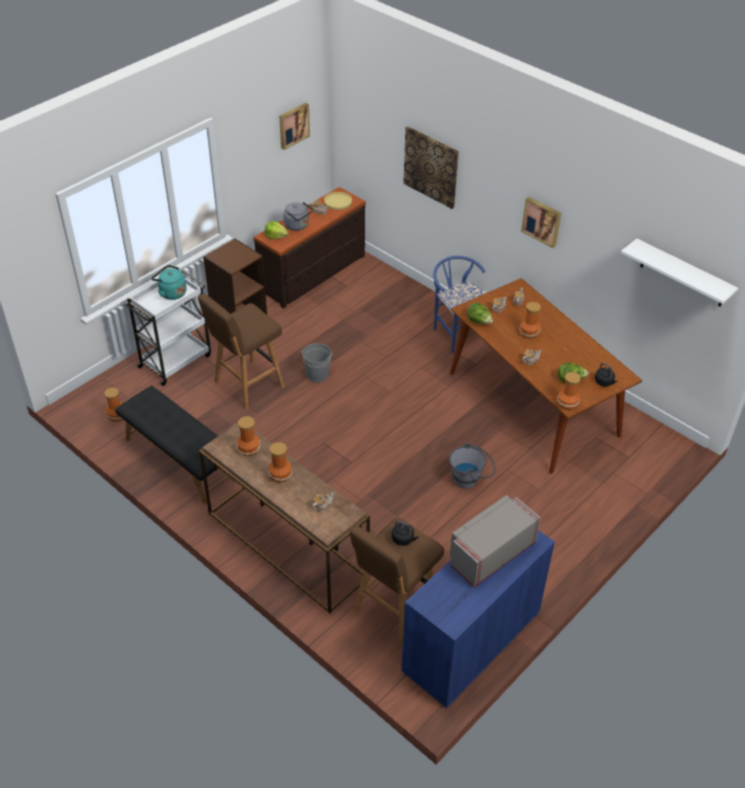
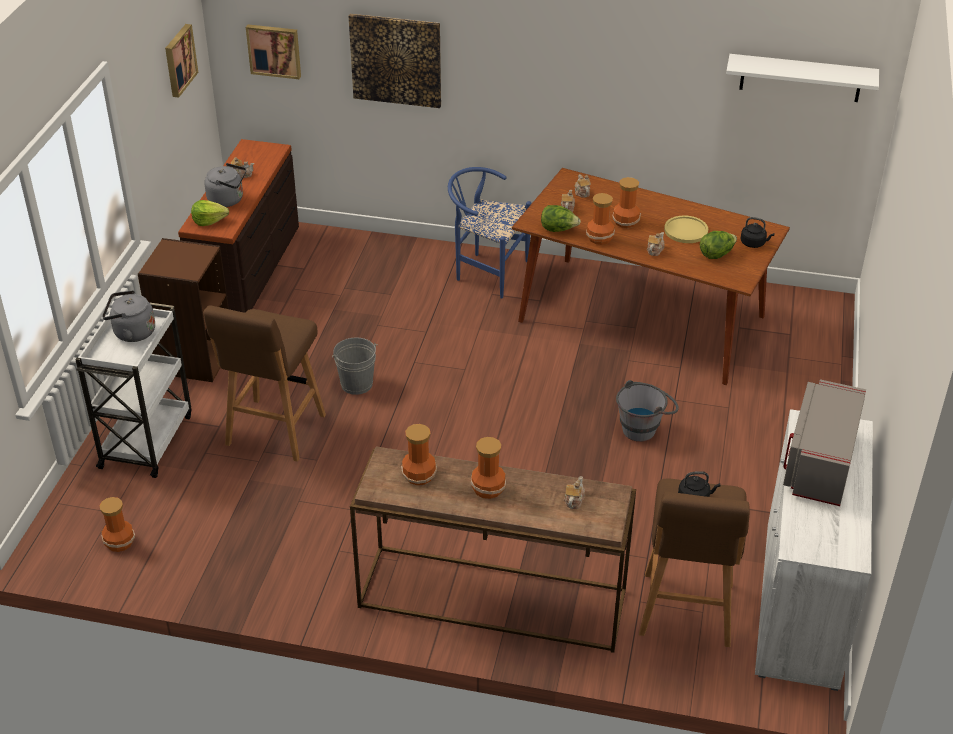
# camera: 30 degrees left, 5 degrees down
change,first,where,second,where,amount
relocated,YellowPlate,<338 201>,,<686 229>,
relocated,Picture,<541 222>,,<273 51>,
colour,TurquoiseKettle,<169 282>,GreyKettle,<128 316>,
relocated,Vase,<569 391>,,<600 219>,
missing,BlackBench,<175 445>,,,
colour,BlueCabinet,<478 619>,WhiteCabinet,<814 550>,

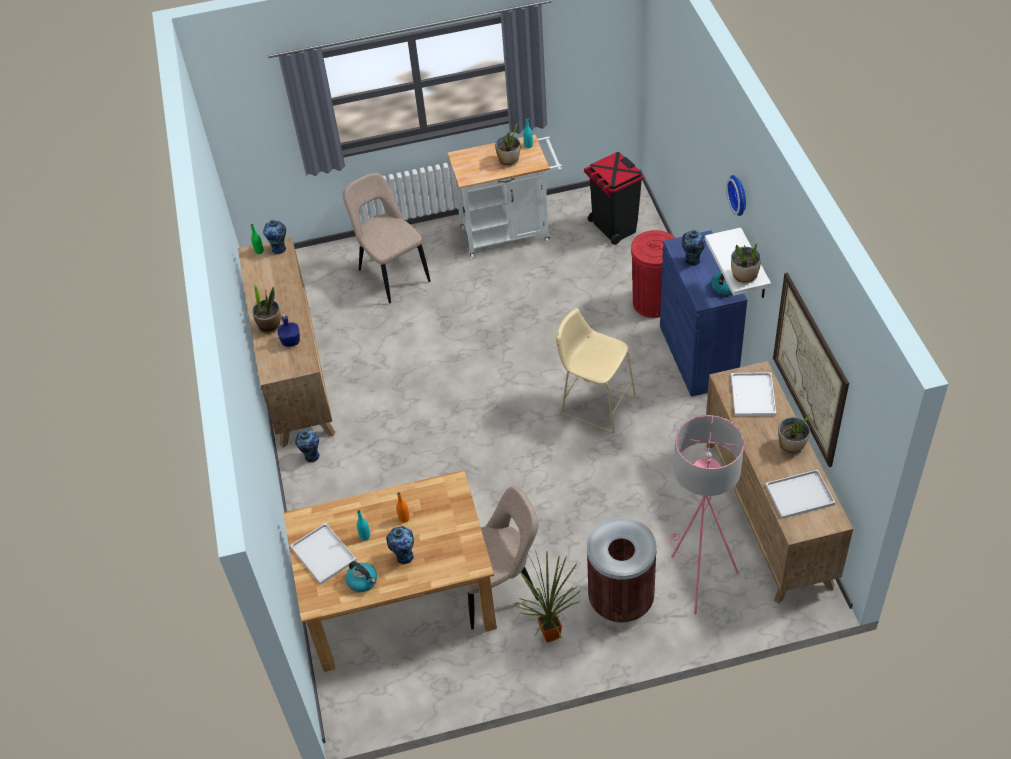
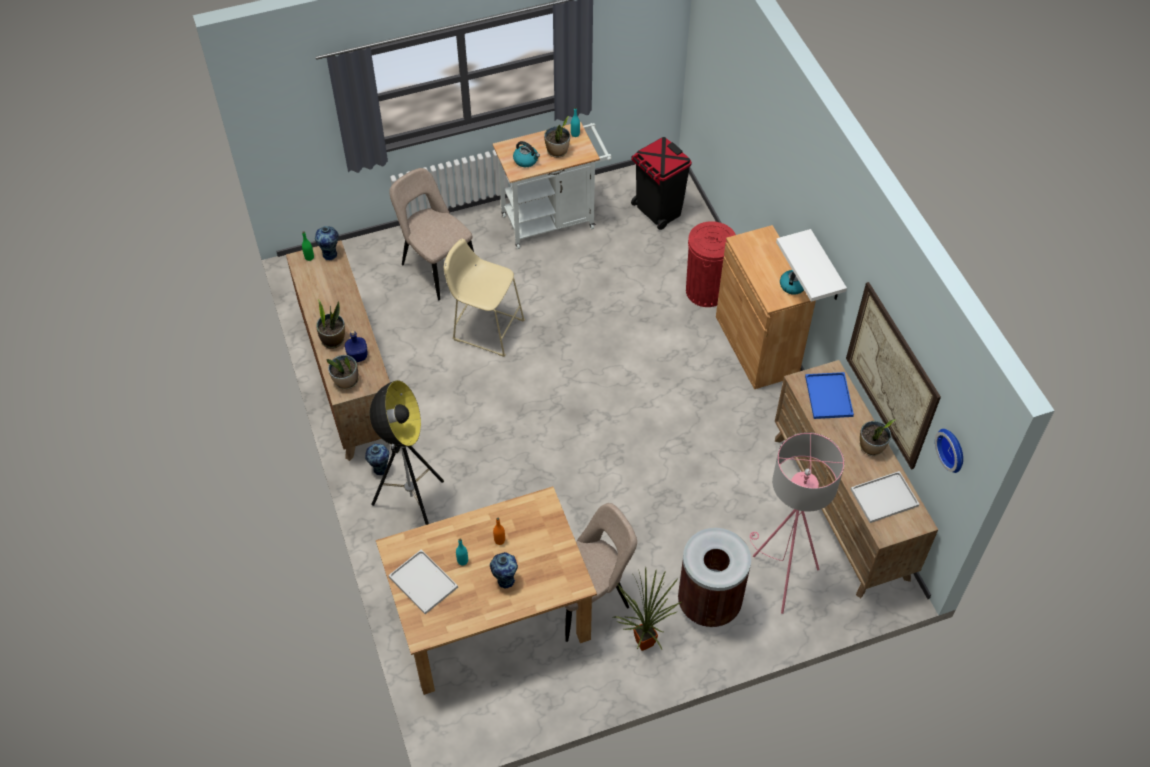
# camera: 10 degrees left, 5 degrees up
change,first,where,second,where,amount
relocated,WallClock,<736 195>,,<949 451>,
colour,BlueCabinet,<703 313>,BrownCabinet,<766 307>,
missing,Vase,<693 248>,,,
relocated,PottedPlant,<746 263>,,<342 372>,
relocated,BeigeStool,<596 371>,,<484 297>,
colour,WhiteTray,<753 394>,BlueTray,<829 395>,
relocated,Kettle,<361 576>,,<526 154>,
appeared,,,FloorLamp,<407 452>,

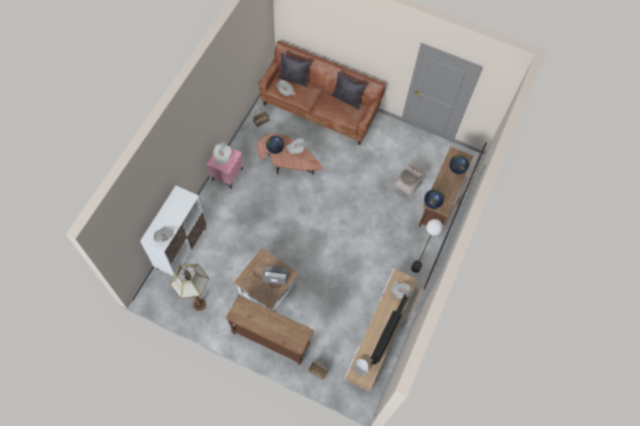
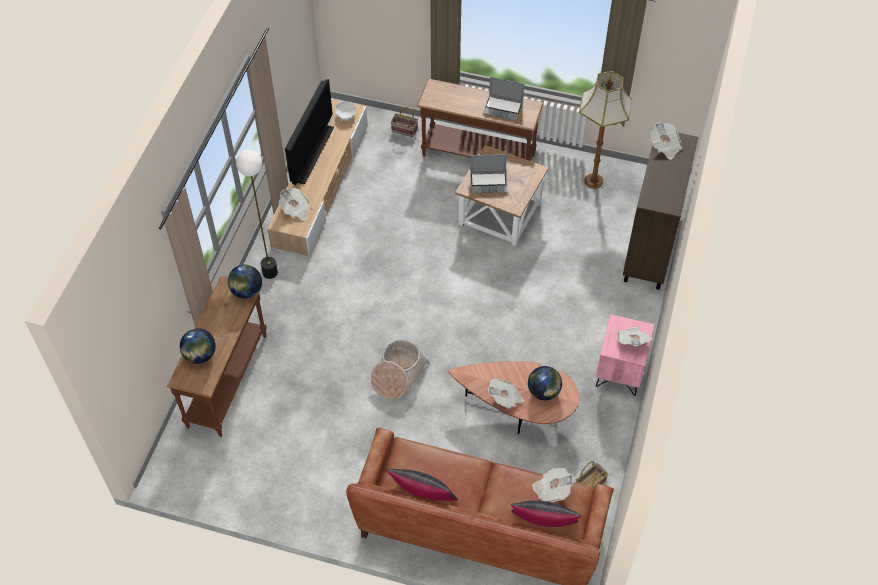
# camera: 175 degrees right, 10 degrees down
change,first,where,second,where,amount
relocated,Basket,<409 181>,,<400 369>,
colour,WhiteCabinet,<173 231>,BrownCabinet,<660 211>,
appeared,,,Laptop,<503 99>,

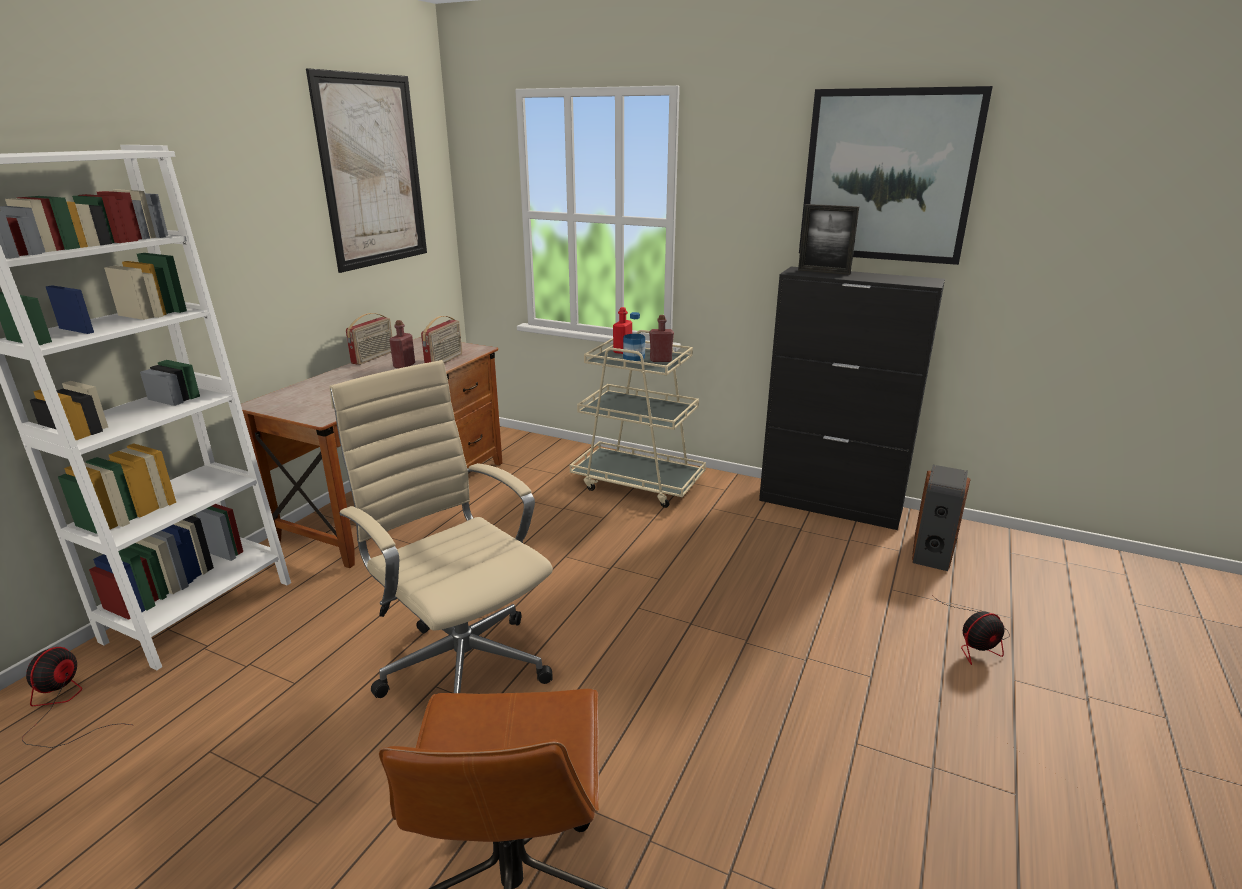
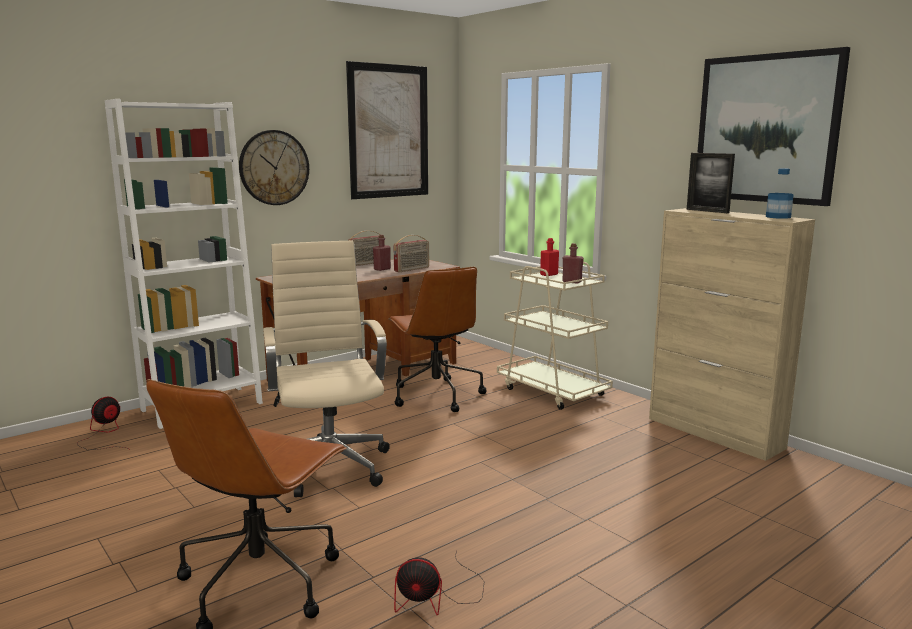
# camera: 25 degrees right, 10 degrees down
change,first,where,second,where,amount
colour,BlackCabinet,<852 398>,BeigeCabinet,<732 334>,
relocated,Bottle,<634 336>,,<780 193>,
missing,Speaker,<941 518>,,,
relocated,Fan,<971 630>,,<439 582>,
appeared,,,WallClock,<274 167>,
appeared,,,BrownOfficeChair,<437 339>,

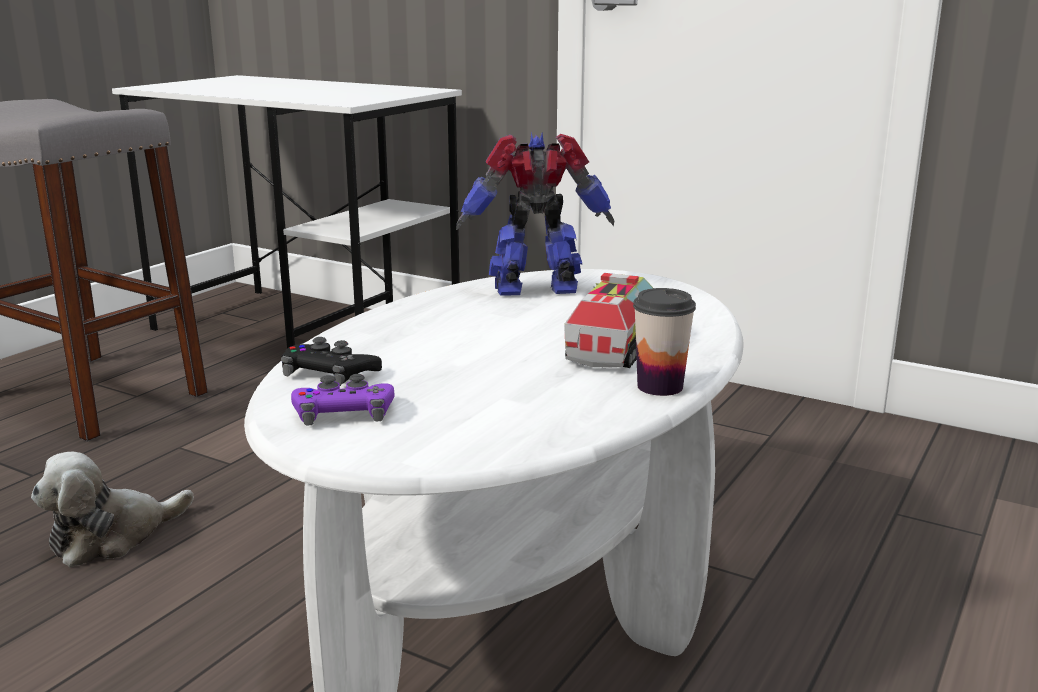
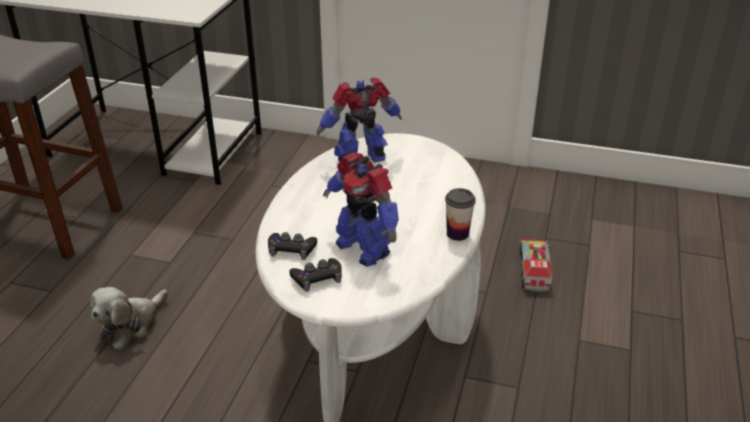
# camera: 15 degrees left, 15 degrees up
change,first,where,second,where,amount
relocated,ToyTruck,<608 320>,,<536 265>,
colour,PurpleGameController,<343 399>,BlackGameController,<315 275>,
appeared,,,ToyRobot,<361 209>,

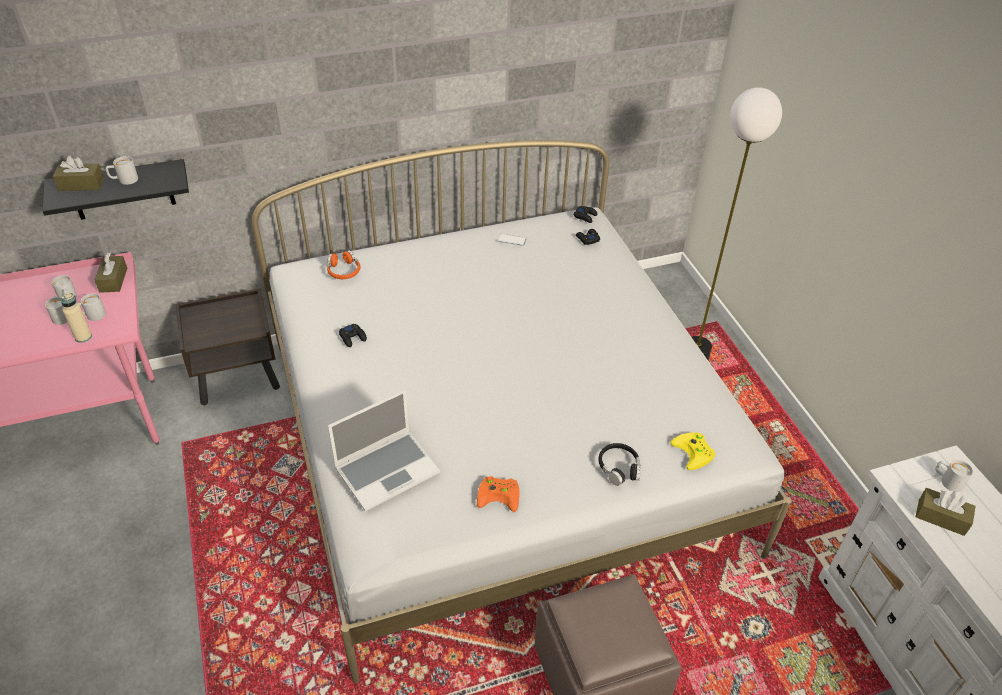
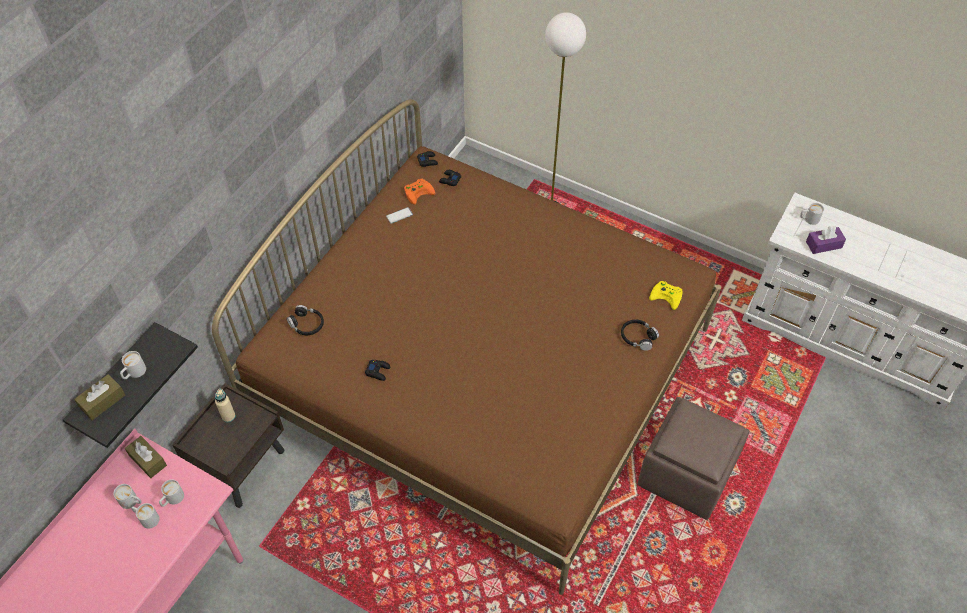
# camera: 40 degrees left, 10 degrees up
change,first,where,second,where,amount
colour,WhiteBed,<522 412>,BrownBed,<466 347>,
colour,OrangeHeadphones,<344 264>,BlackHeadphones,<305 320>,
relocated,BeigeBottle,<76 318>,,<225 405>,
missing,Laptop,<384 451>,,,
relocated,OrangeGameController,<498 494>,,<419 192>,
colour,BrownTissueBox,<945 512>,PurpleTissueBox,<826 240>,

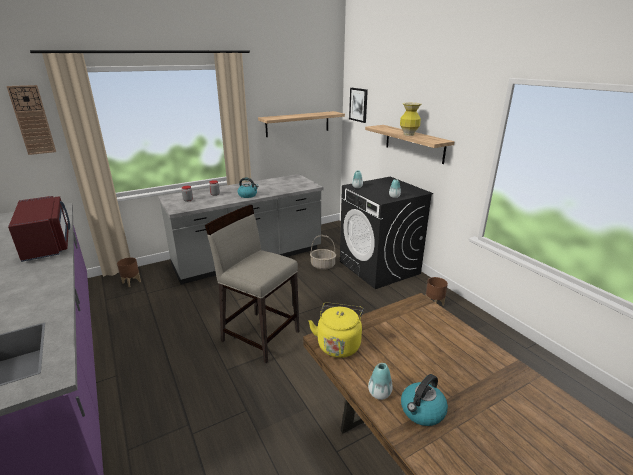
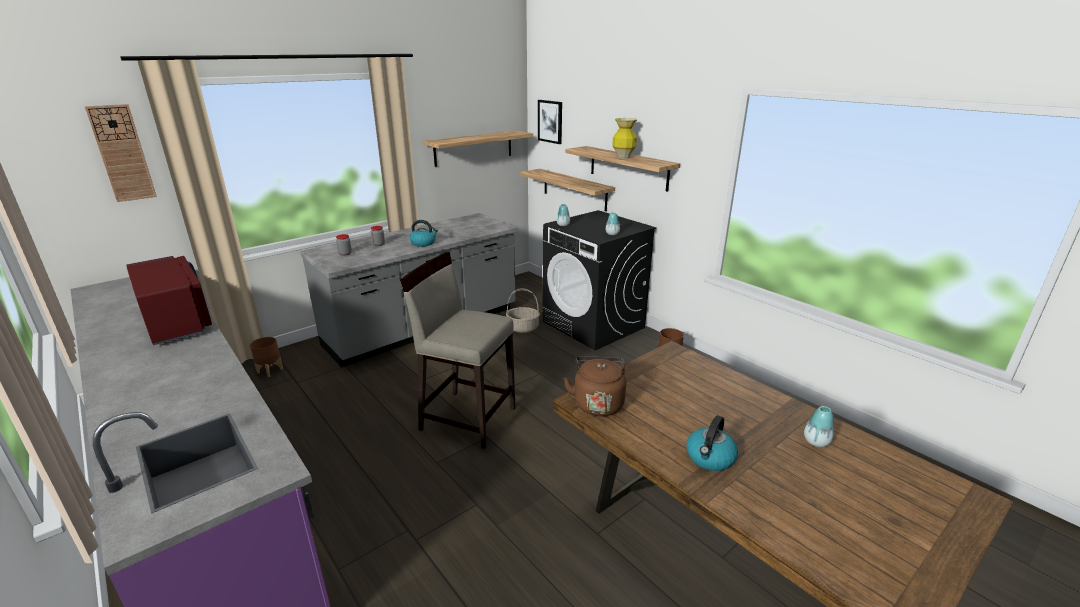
# camera: 10 degrees left, 0 degrees up
change,first,where,second,where,amount
colour,YellowKettle,<336 330>,BrownKettle,<594 386>,
relocated,Vase,<380 381>,,<819 426>,
appeared,,,Shelf,<567 190>,

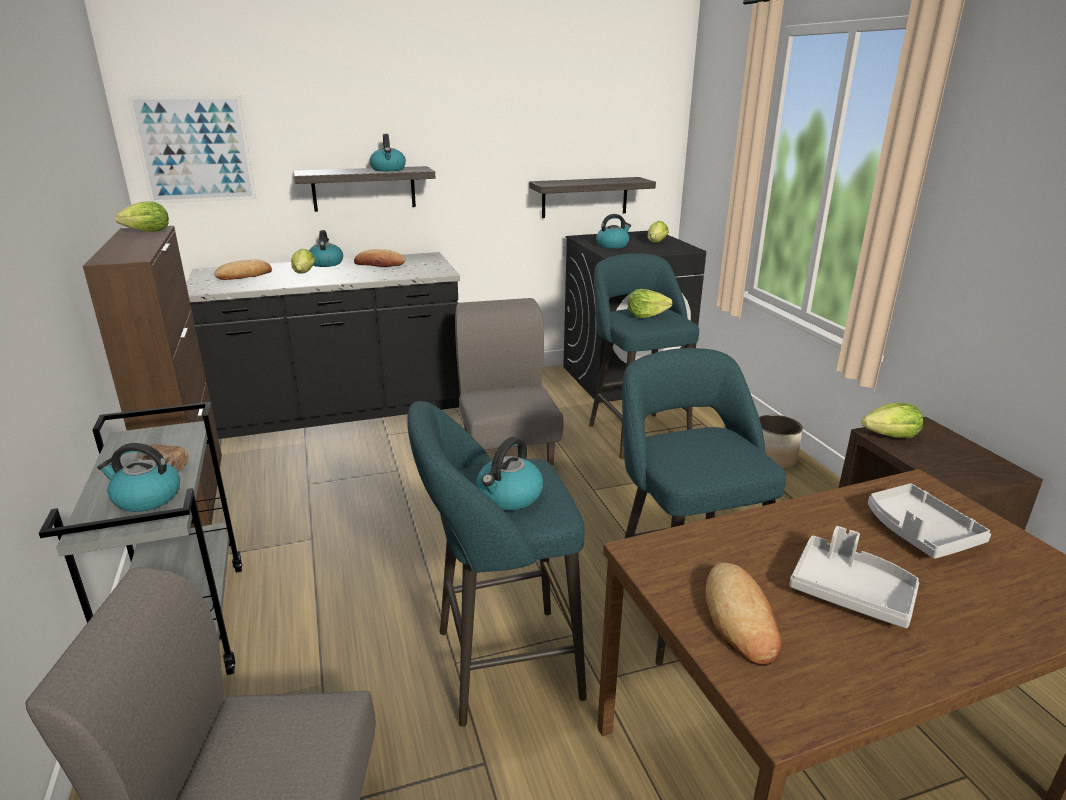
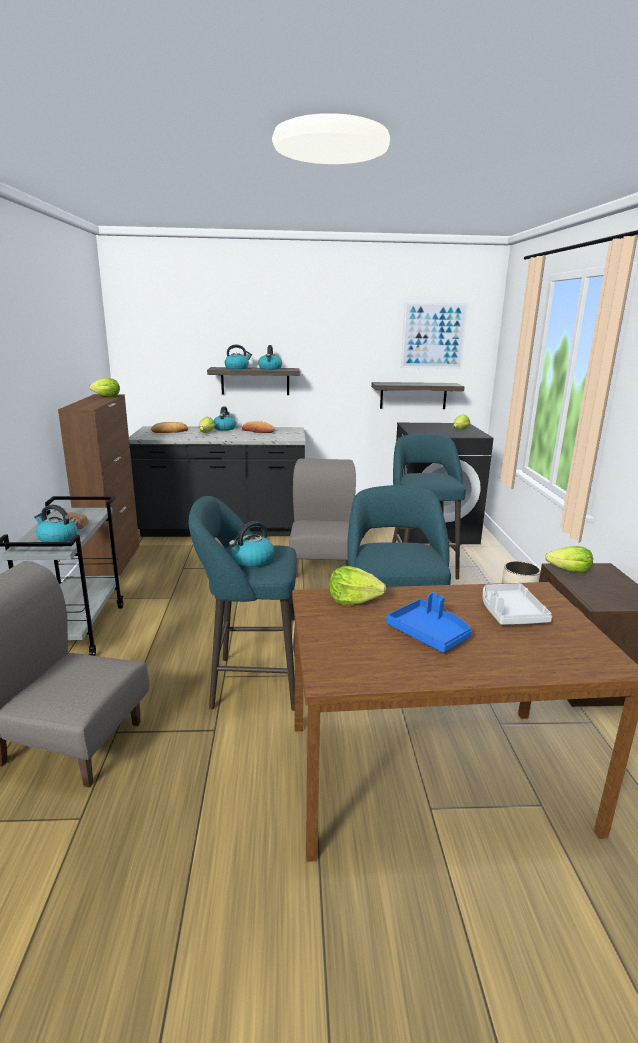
# camera: 15 degrees right, 5 degrees down
change,first,where,second,where,amount
relocated,Picture,<192 149>,,<434 335>,
relocated,Kettle,<613 231>,,<238 357>,
relocated,Lettuce,<650 303>,,<357 585>,
colour,GreyTray,<854 577>,BlueTray,<429 622>,
missing,Bread,<743 614>,,,

